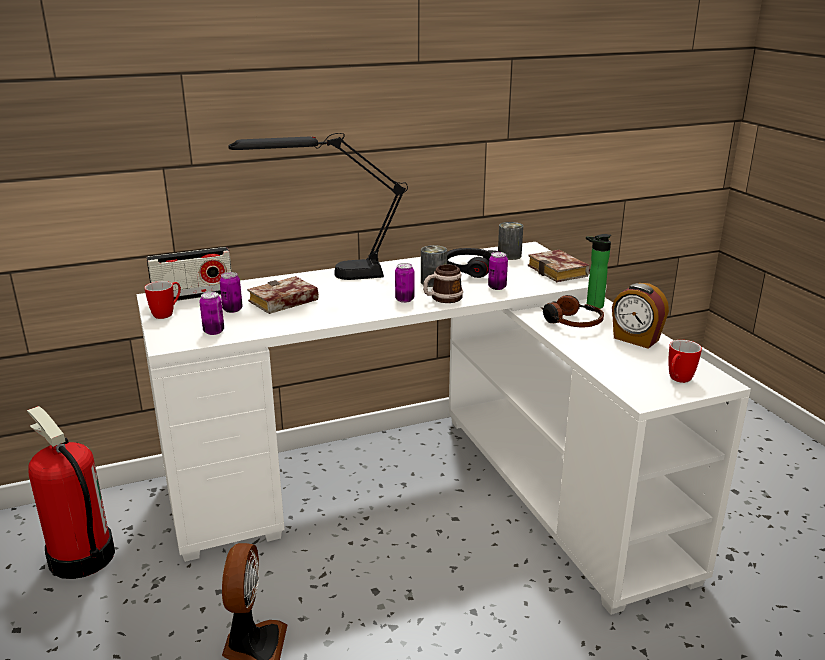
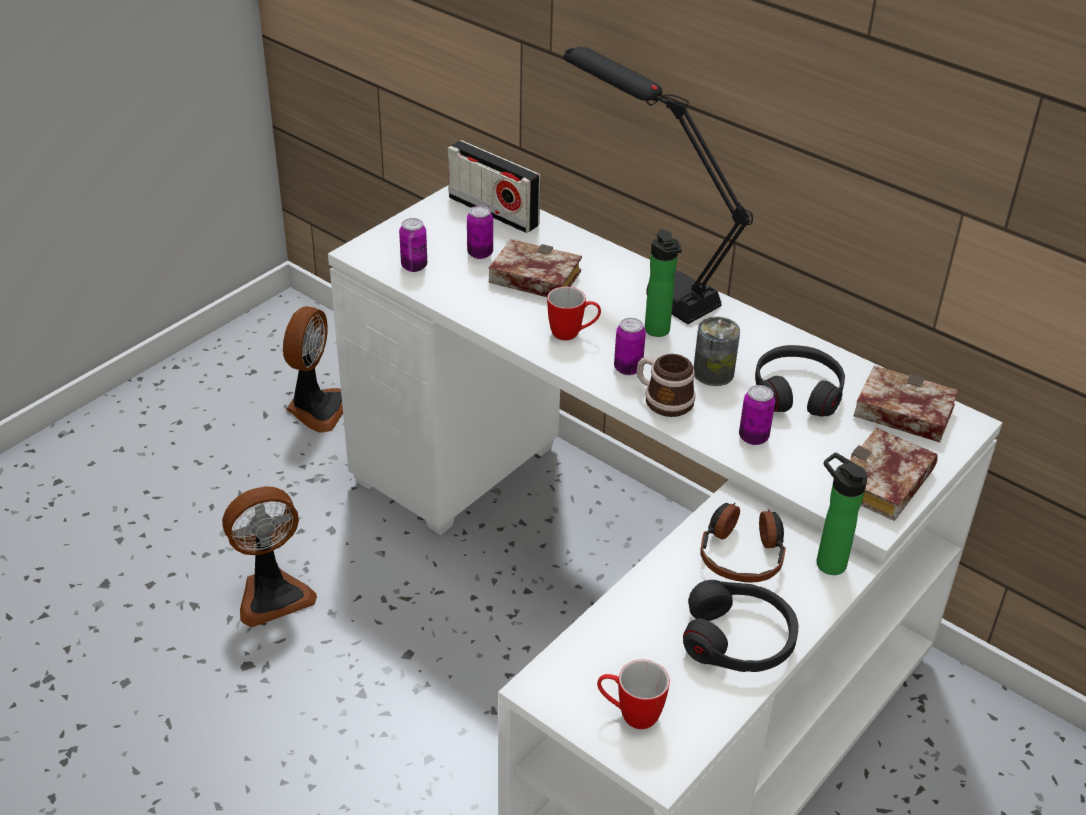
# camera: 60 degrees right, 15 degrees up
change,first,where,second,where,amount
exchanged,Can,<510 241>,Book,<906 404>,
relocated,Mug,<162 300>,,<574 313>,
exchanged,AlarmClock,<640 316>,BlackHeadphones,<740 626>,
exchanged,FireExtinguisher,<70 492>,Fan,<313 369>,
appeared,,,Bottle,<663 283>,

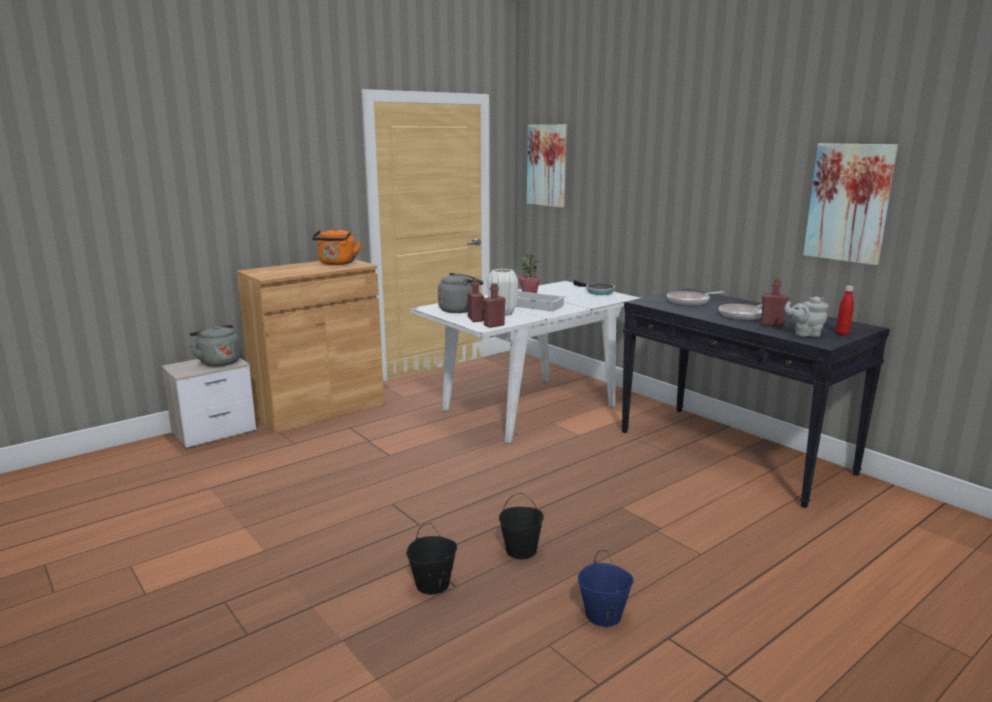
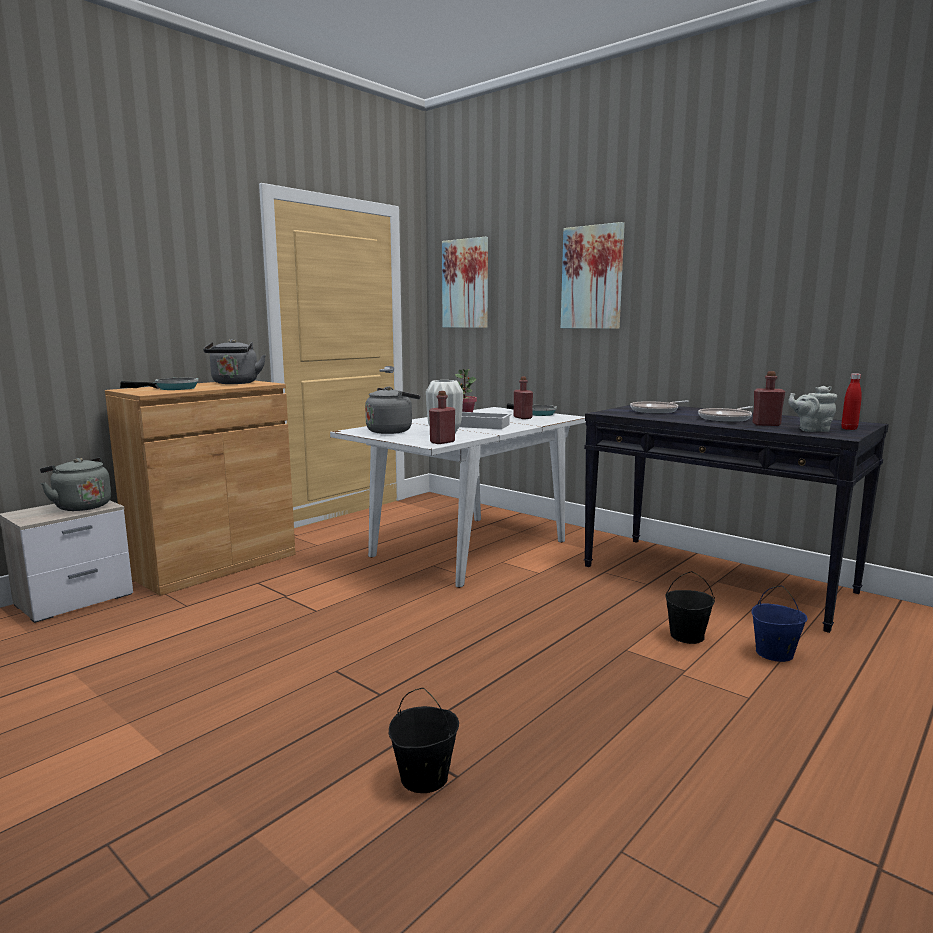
# camera: 10 degrees left, 5 degrees down
change,first,where,second,where,amount
relocated,Picture,<850 204>,,<593 275>,
colour,OrangeKettle,<337 246>,GreyKettle,<234 361>,
relocated,RedBottle,<475 300>,,<523 398>,
relocated,BlackBucket,<521 526>,,<690 607>,
relocated,BlueBucket,<606 588>,,<779 624>,
appeared,,,FryingPan,<159 384>,

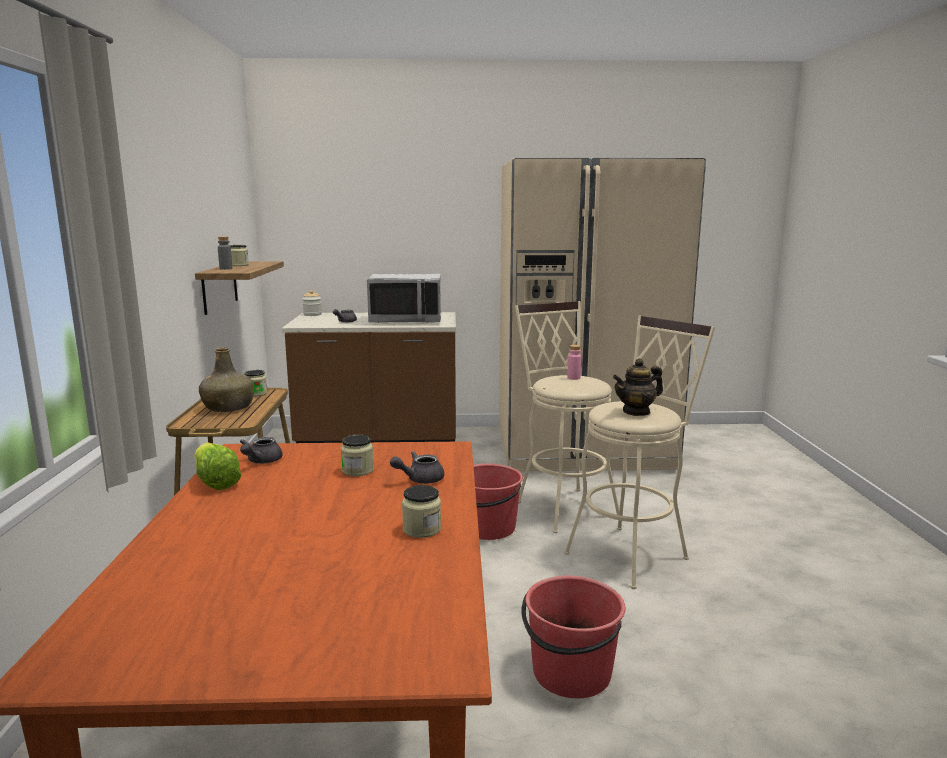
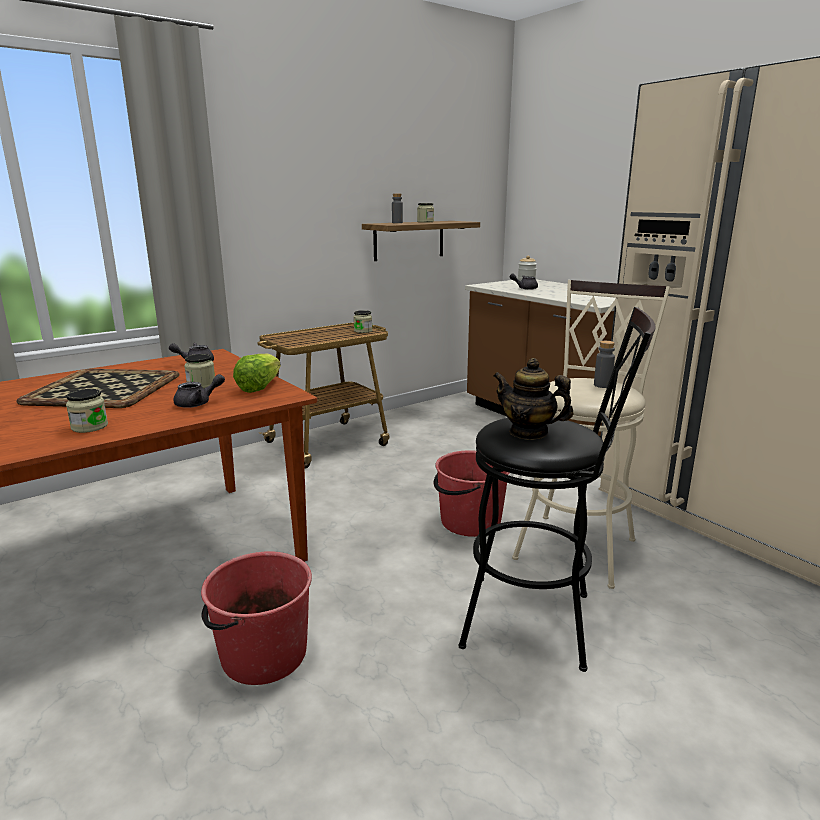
# camera: 55 degrees right, 5 degrees up
change,first,where,second,where,amount
missing,GreyMicrowave,<404 298>,,,
colour,BeigeStool,<639 452>,BlackStool,<557 489>,
colour,PinkBottle,<574 362>,GreyBottle,<604 364>,
missing,GreenBottle,<226 379>,,,
relocated,Lettuce,<217 466>,,<257 373>,
spun,GreyTeapot,<417 467>,,<199 391>,120 degrees clockwise
appeared,,,Tray,<98 388>,

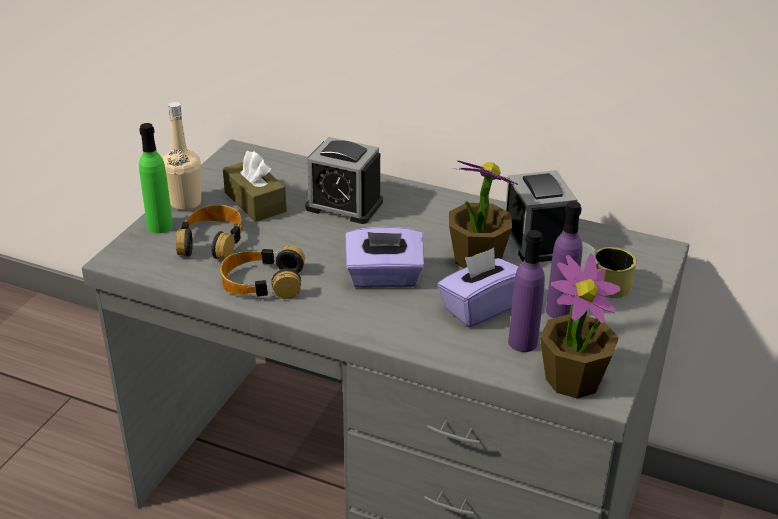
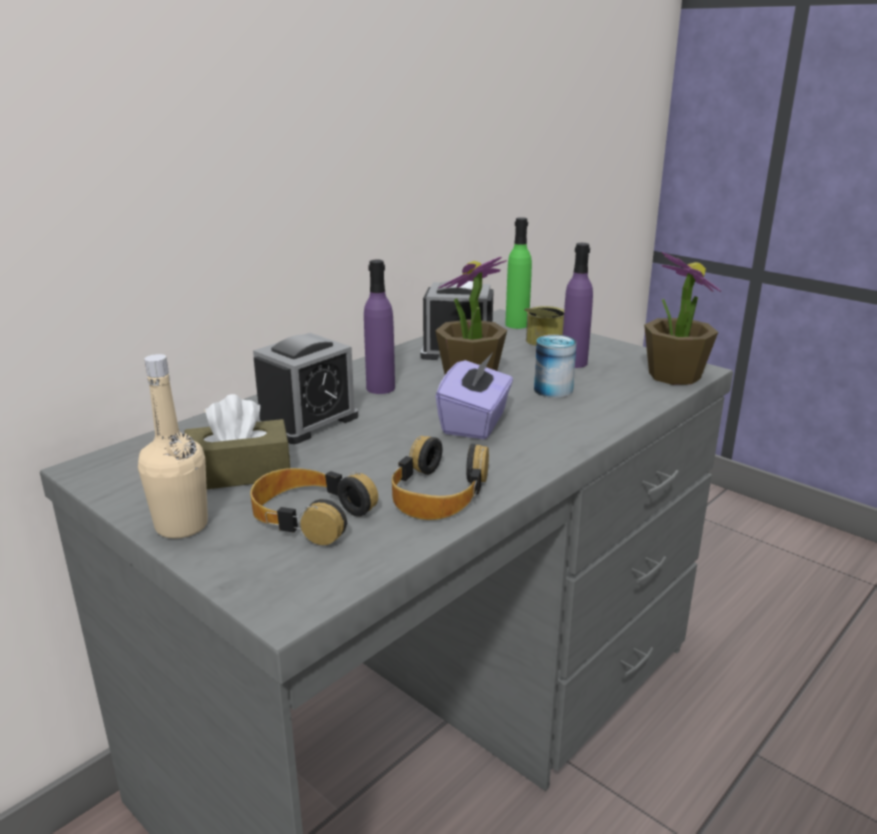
# camera: 70 degrees left, 10 degrees down
change,first,where,second,where,amount
relocated,GreenBottle,<156 178>,,<518 273>,
relocated,PurpleBottle,<526 291>,,<379 327>,
exchanged,PurpleTissueBox,<478 287>,Can,<555 366>,

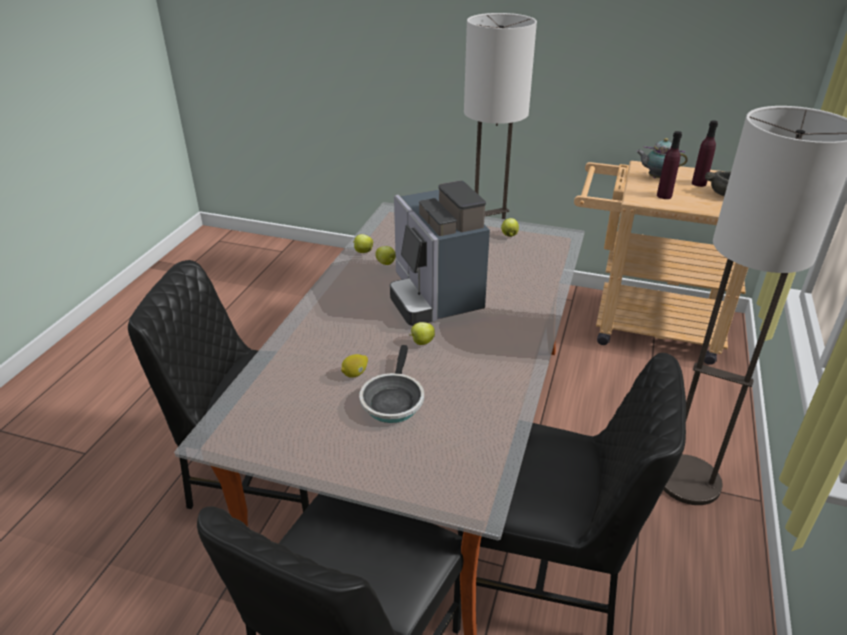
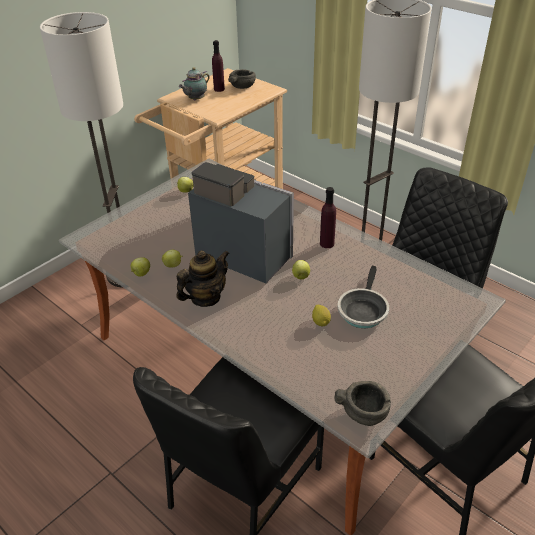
# camera: 65 degrees left, 5 degrees up
change,first,where,second,where,amount
relocated,PurpleBottle,<669 165>,,<328 217>,
spun,CoffeeMachine,<440 253>,,<241 222>,150 degrees counterclockwise
spun,FryingPan,<391 384>,,<363 297>,75 degrees clockwise
appeared,,,Teapot,<202 278>,
appeared,,,GreyBowl,<362 403>,

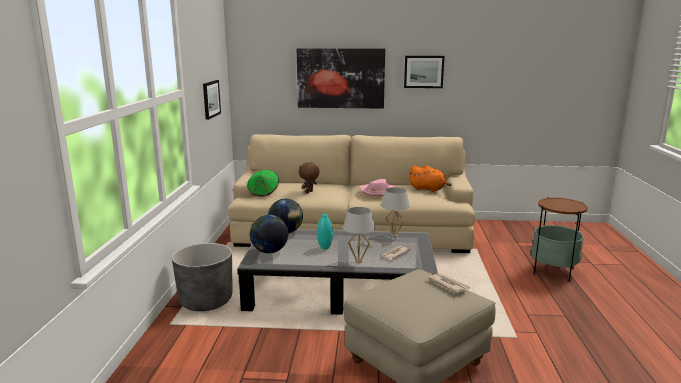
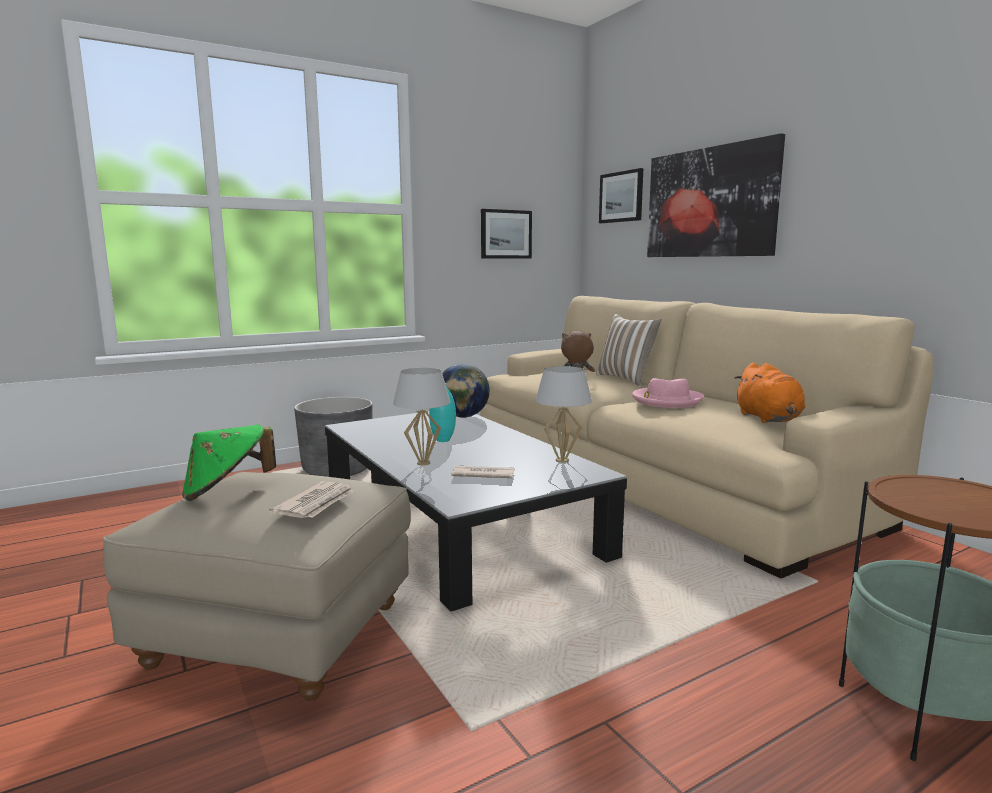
# camera: 55 degrees right, 5 degrees down
change,first,where,second,where,amount
relocated,Picture,<424 72>,,<621 195>,
relocated,GreenHat,<263 183>,,<229 462>,
missing,Globe,<269 234>,,,
appeared,,,Pillow,<629 350>,

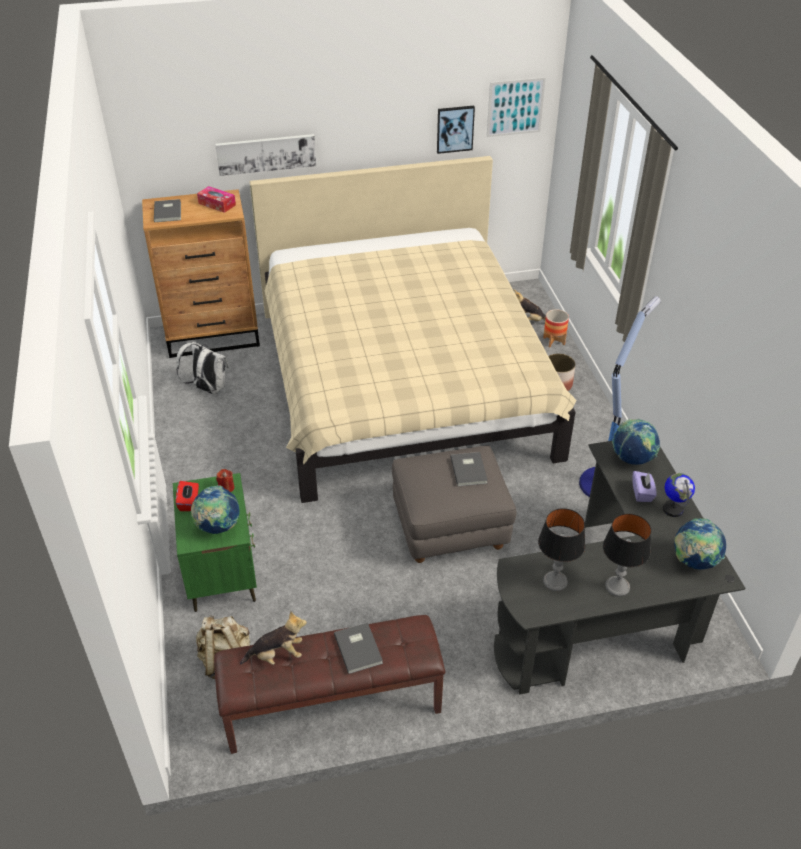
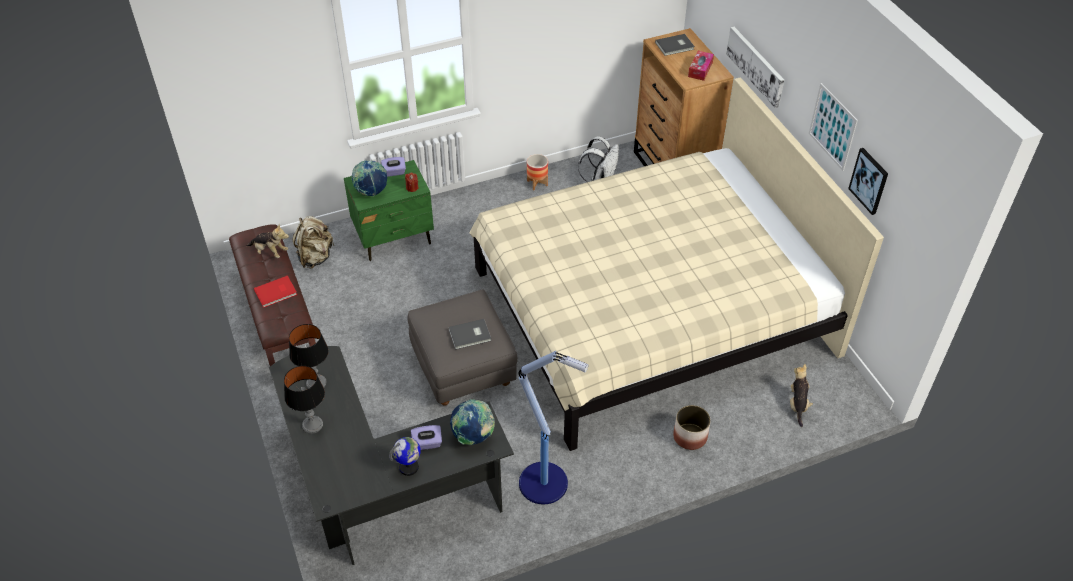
# camera: 80 degrees right, 5 degrees up
change,first,where,second,where,amount
relocated,Picture,<516 107>,,<833 127>,
relocated,Planter,<556 328>,,<537 172>,
colour,RedTissueBox,<187 496>,PurpleTissueBox,<393 167>,
missing,Globe,<700 543>,,,
spun,PlushToy,<273 638>,,<267 241>,45 degrees counterclockwise
colour,GreyBook,<358 648>,RedBook,<275 292>,

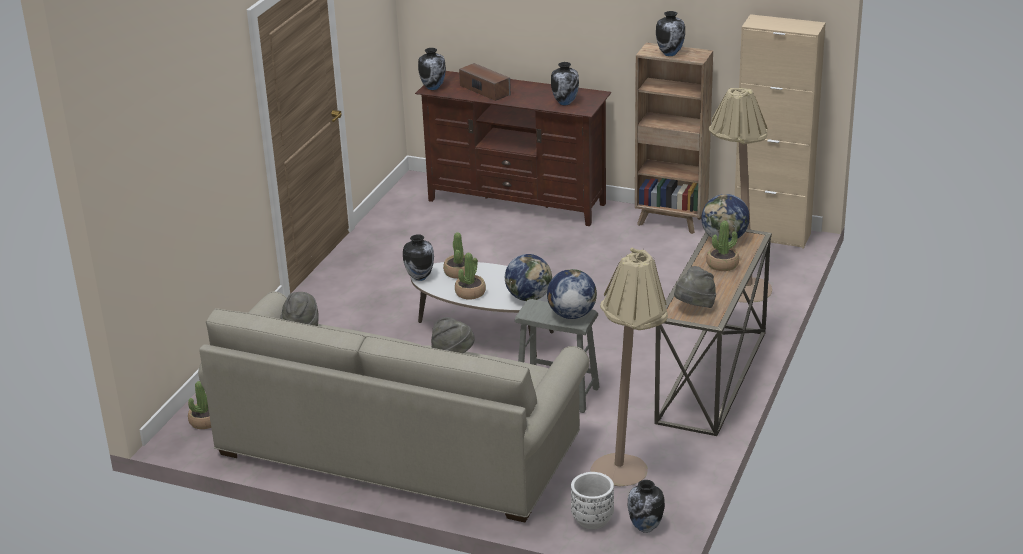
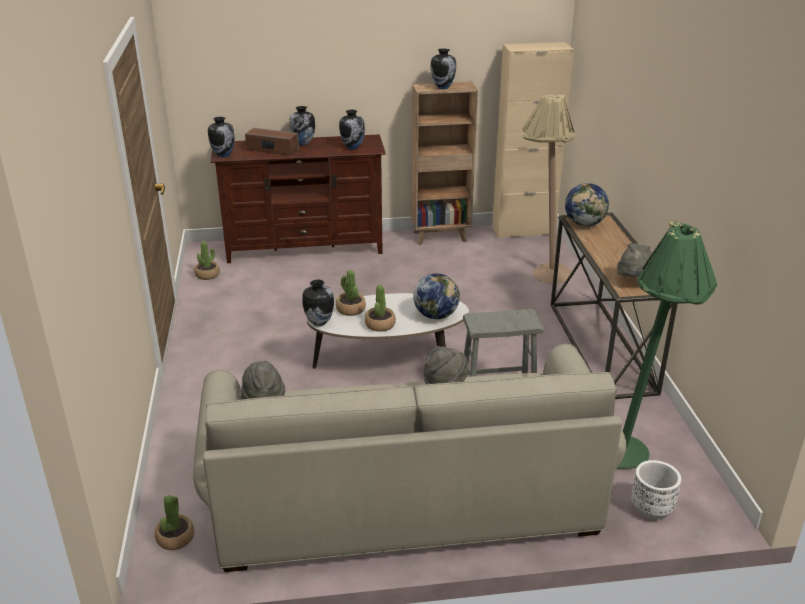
# camera: 30 degrees left, 0 degrees up
change,first,where,second,where,amount
relocated,PottedPlant,<722 246>,,<207 260>,
colour,BeigeFloorLamp,<629 366>,GreenFloorLamp,<667 344>,
missing,Globe,<572 294>,,,
relocated,Vase,<646 506>,,<302 126>,

